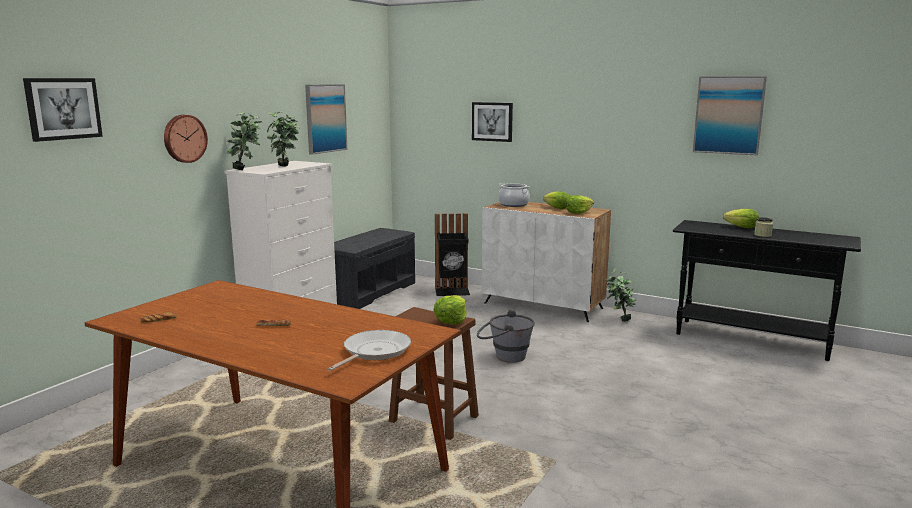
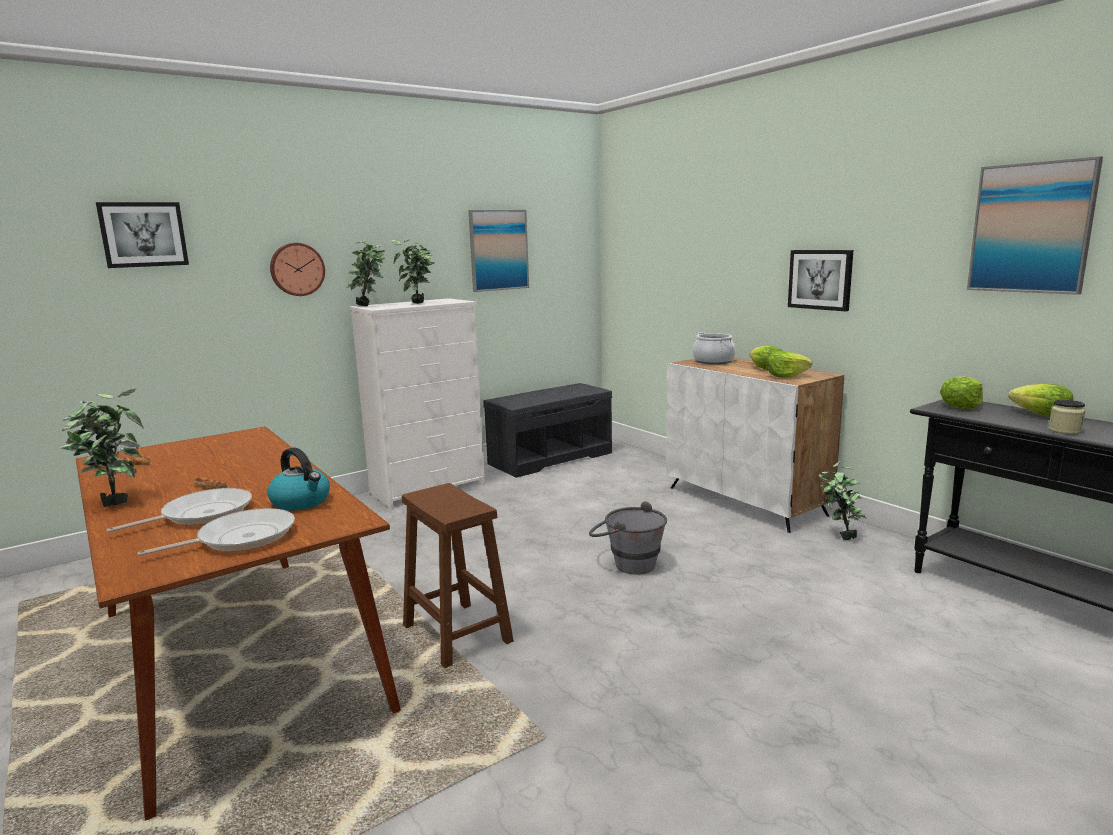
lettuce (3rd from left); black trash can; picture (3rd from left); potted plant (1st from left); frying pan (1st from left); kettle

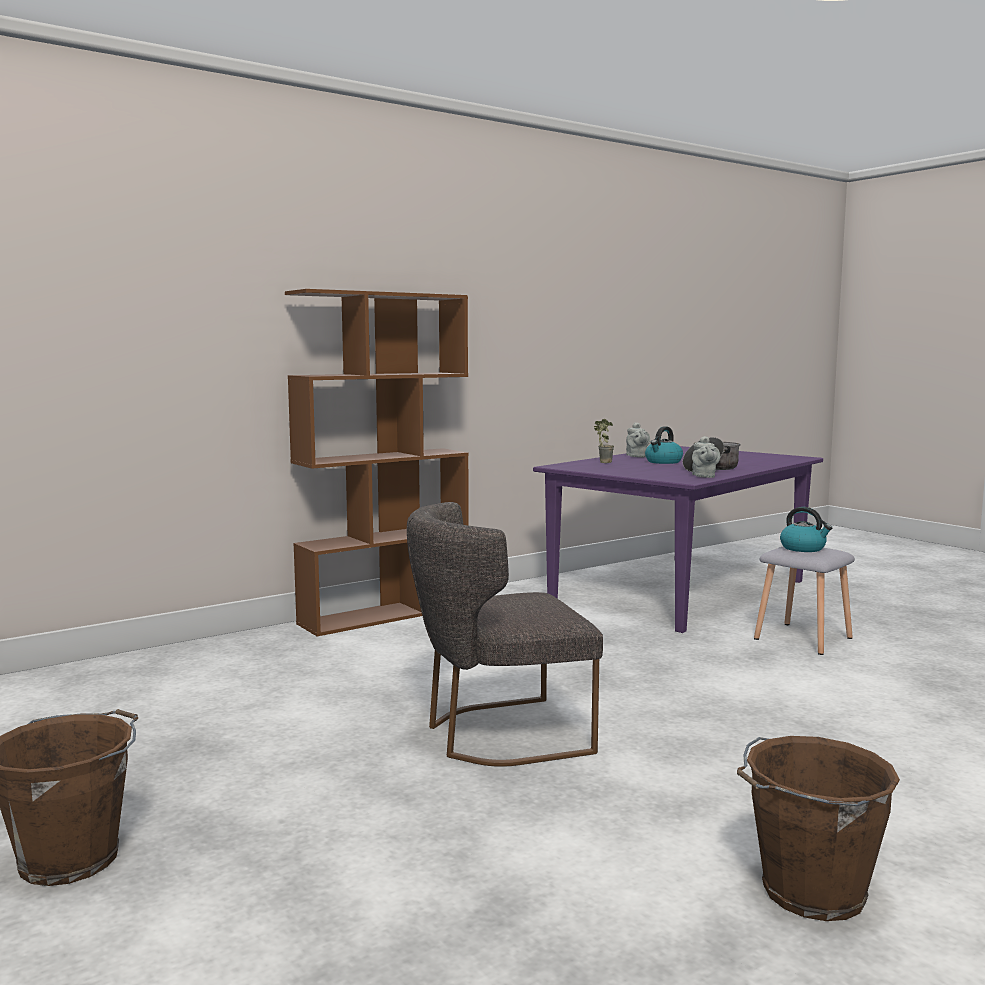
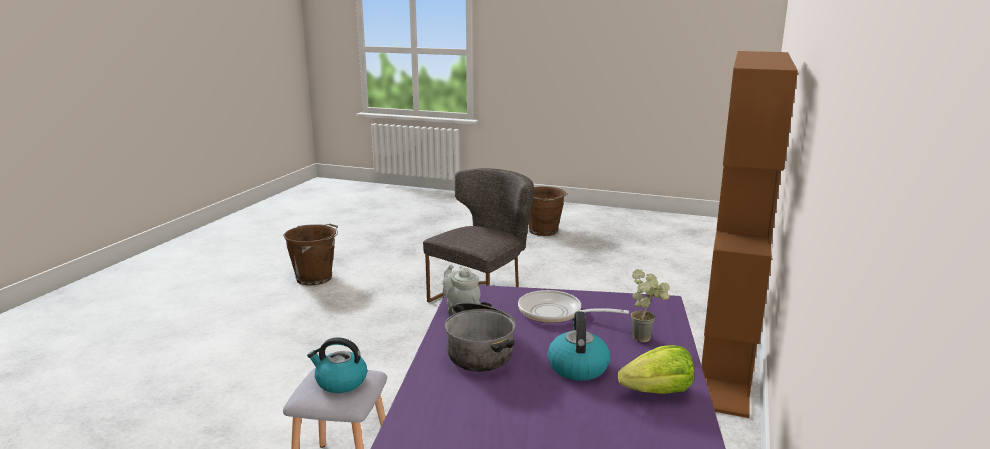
lettuce; frying pan

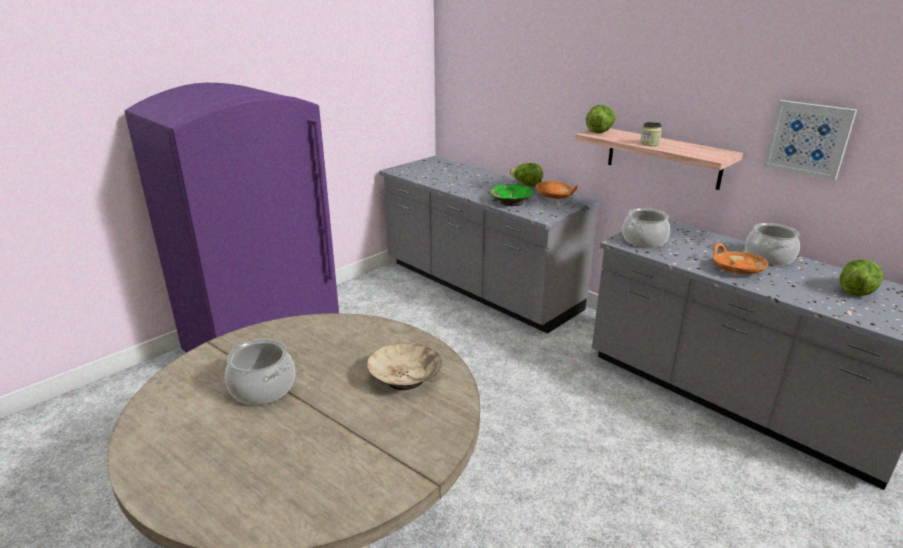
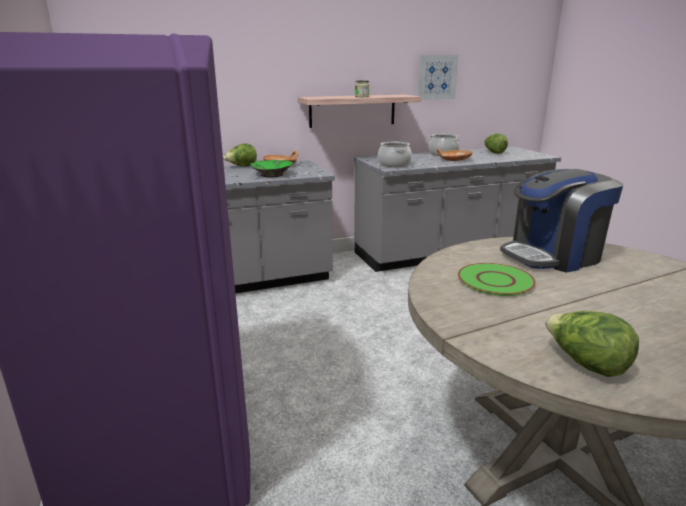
cooking pot (1st from left in the first image); coffee machine; lettuce (3rd from left); green plate

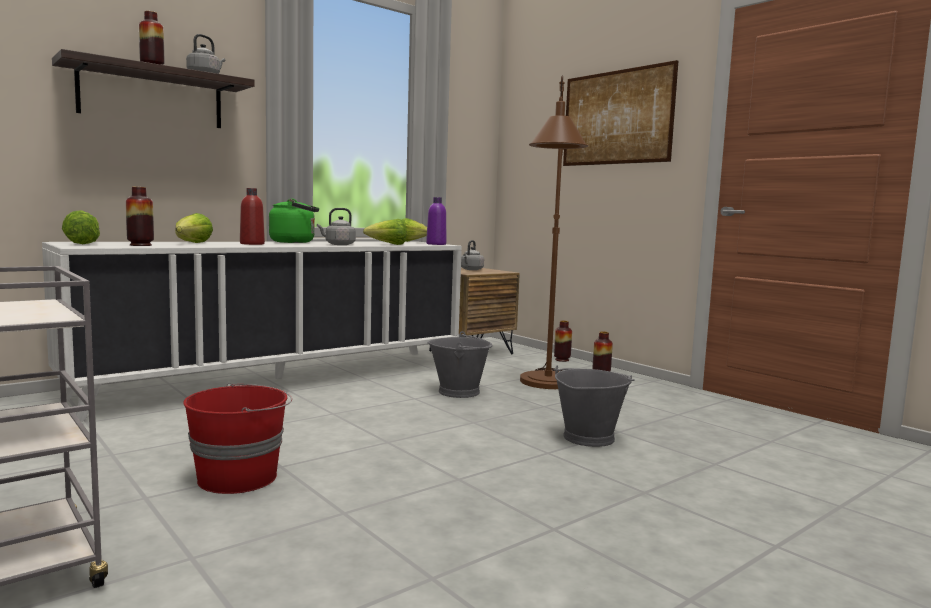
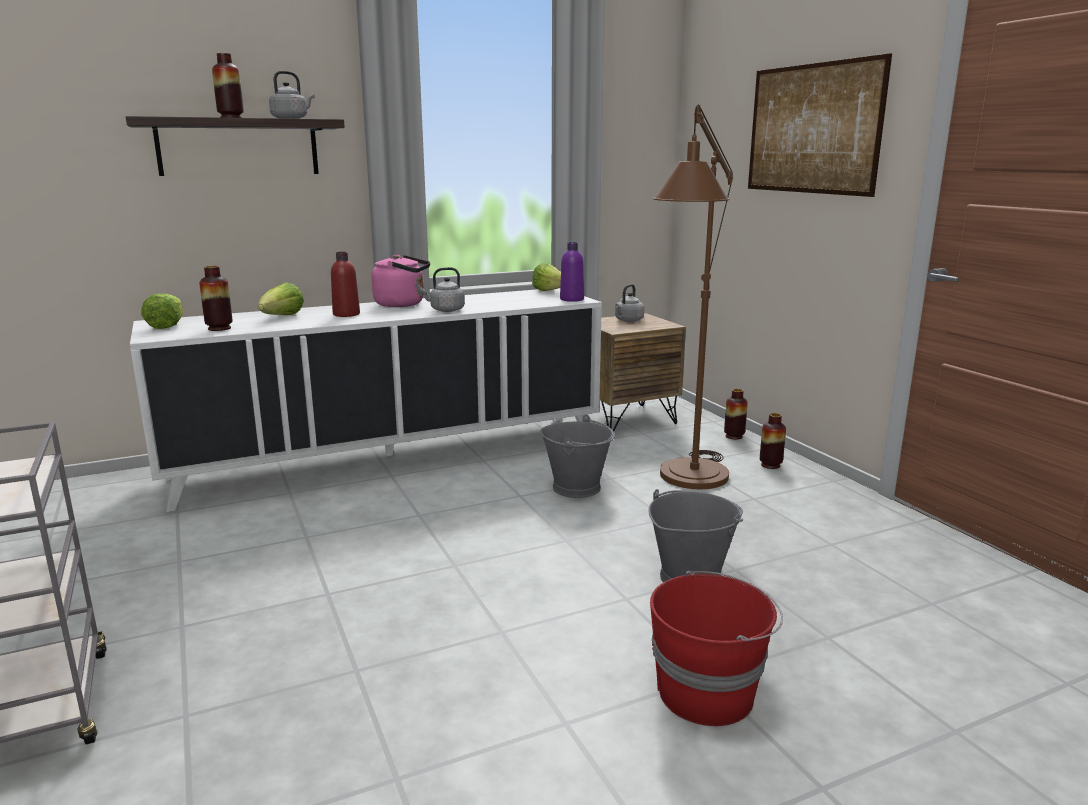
red bucket; pink kettle; lettuce (3rd from left in the first image)

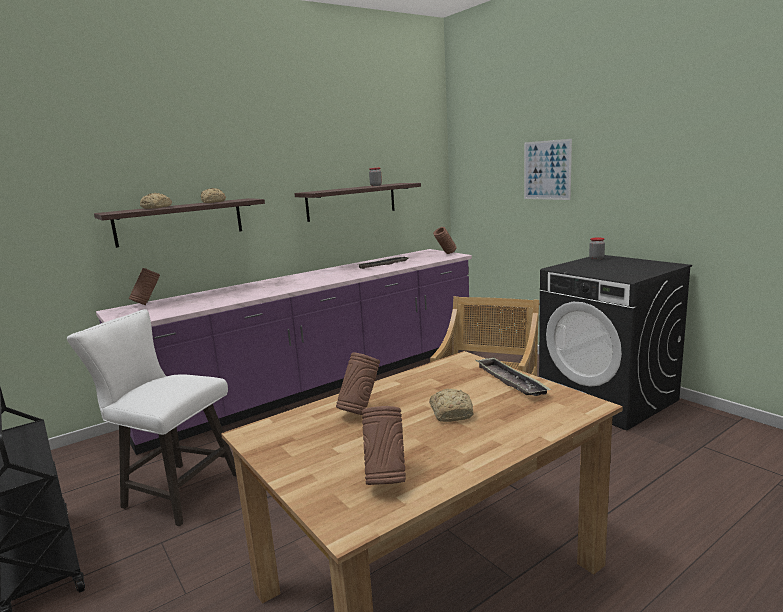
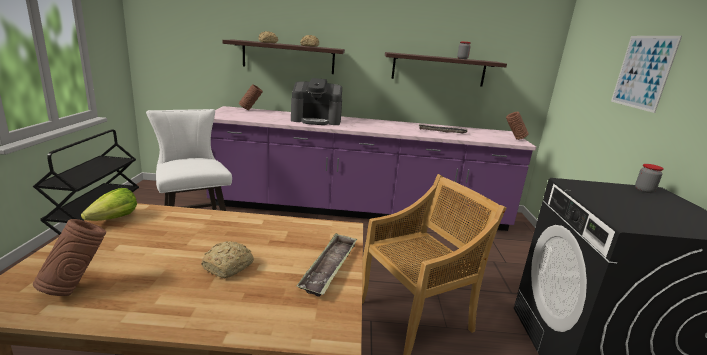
brown vase (2nd from left in the first image); lettuce; coffee machine

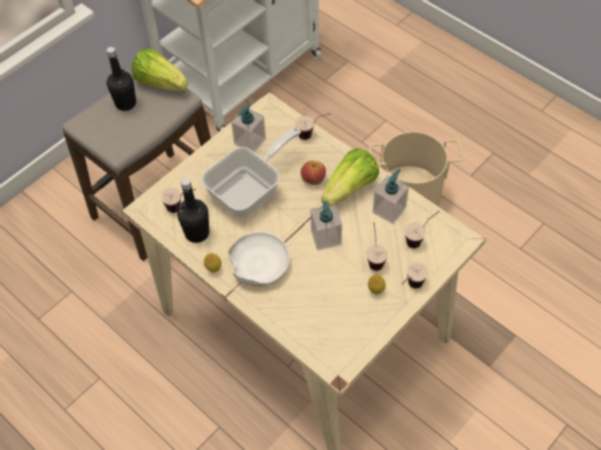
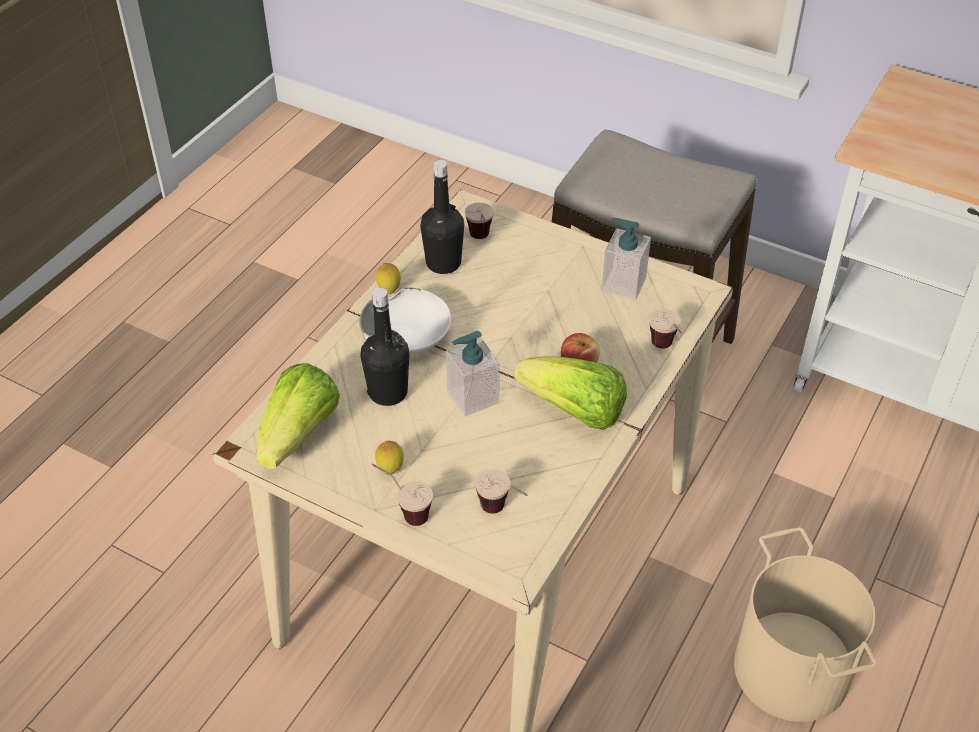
black bottle (1st from left); lettuce (1st from left); frying pan; cup (3rd from left in the first image); soap dispenser (3rd from left in the first image)

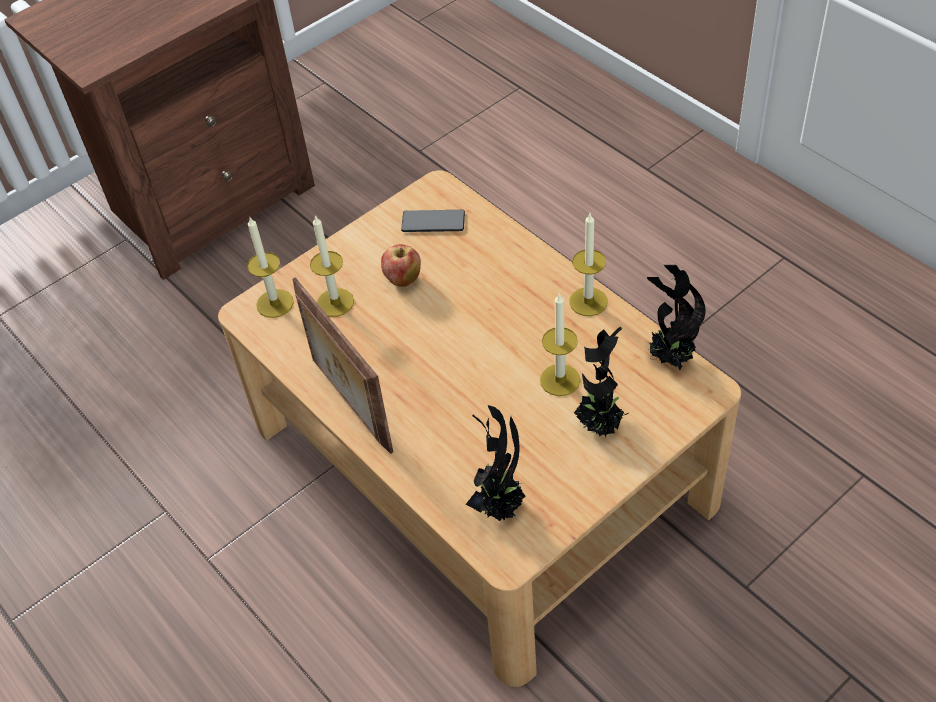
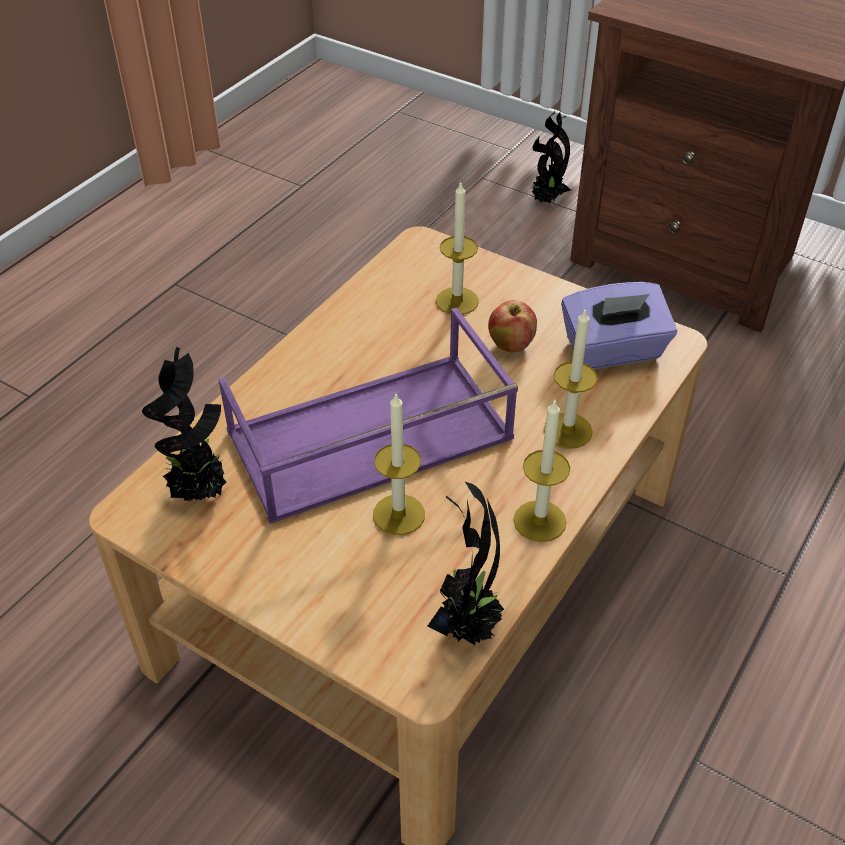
candle (4th from left); picture frame; purple tissue box; potted plant (3rd from left); purple tray

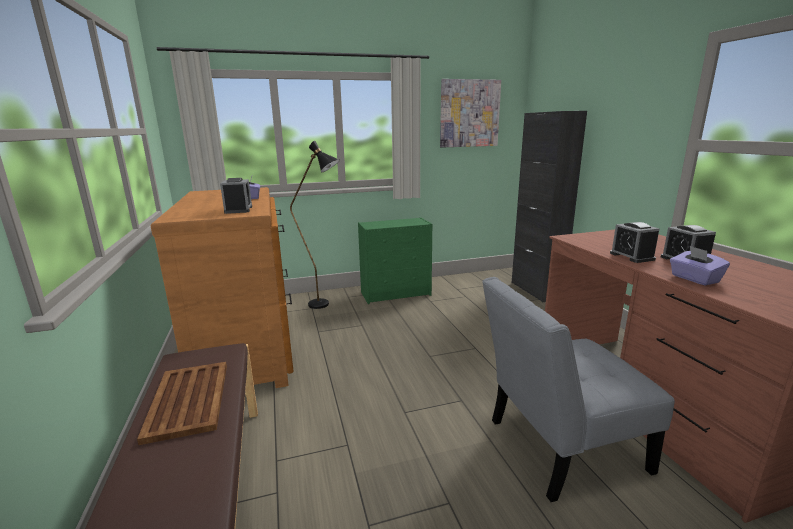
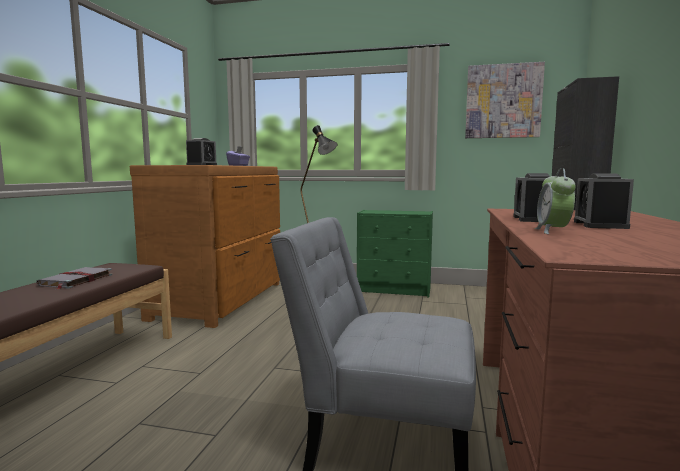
grey book; alarm clock (3rd from left)

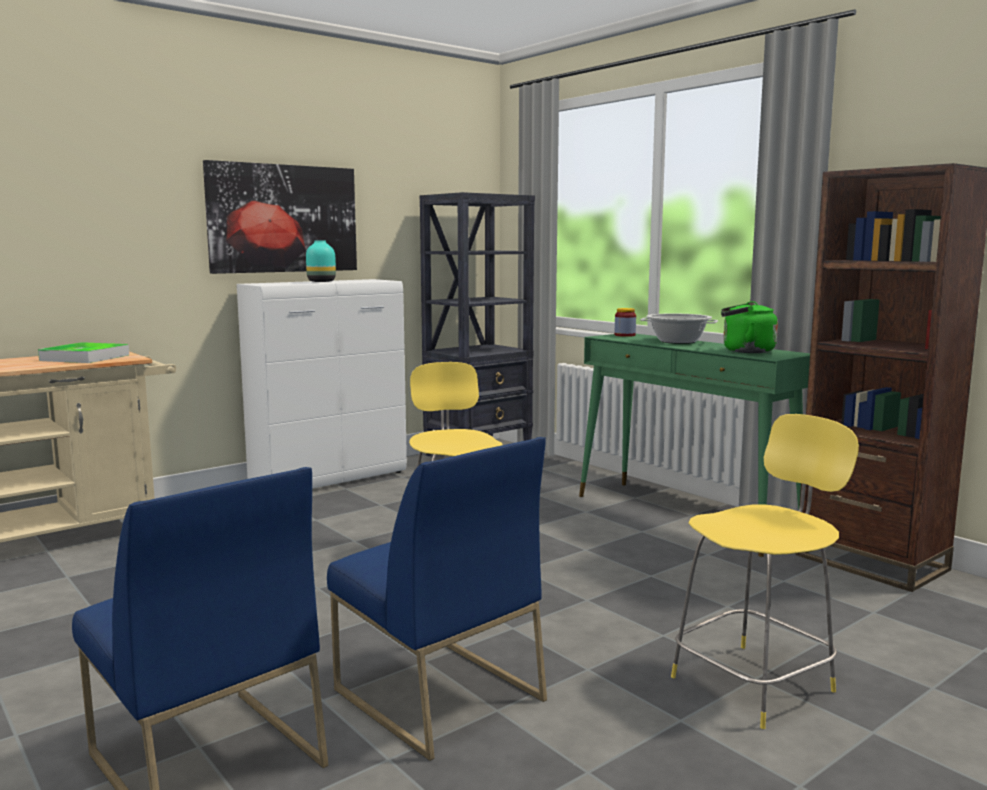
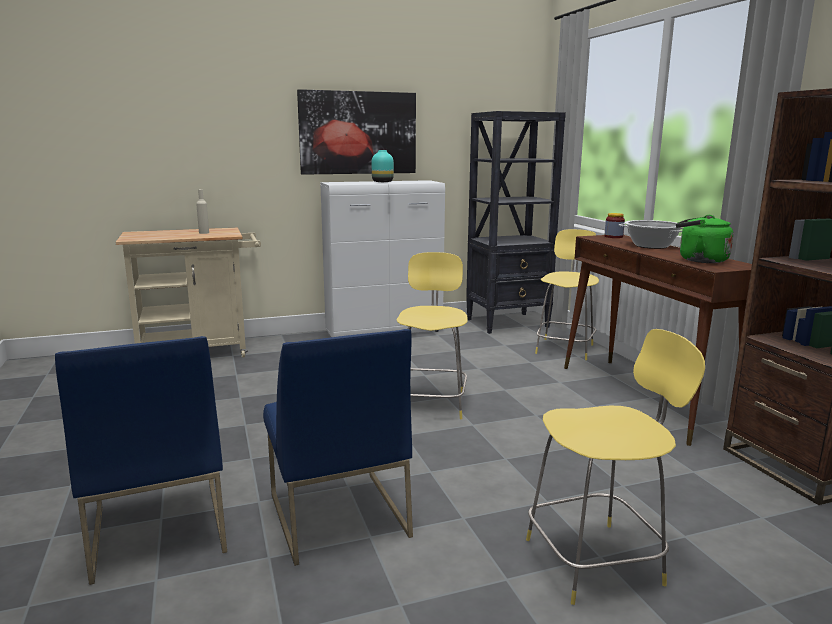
beige bottle; brown console table; yellow stool (2nd from left)

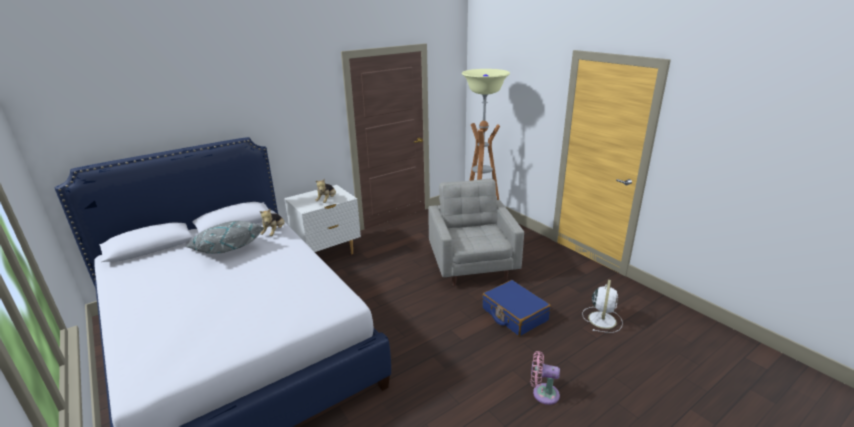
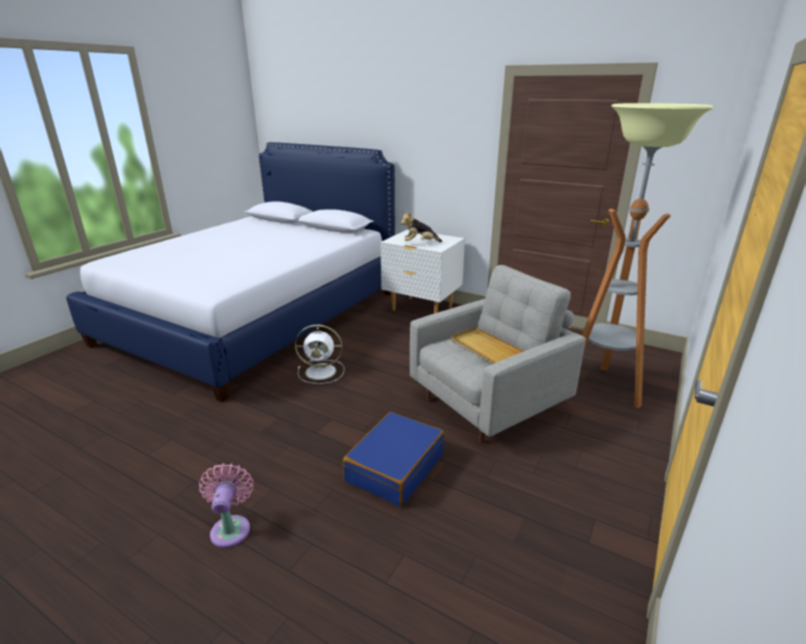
grey pillow; plush toy (1st from left in the first image); white fan; beige tray

